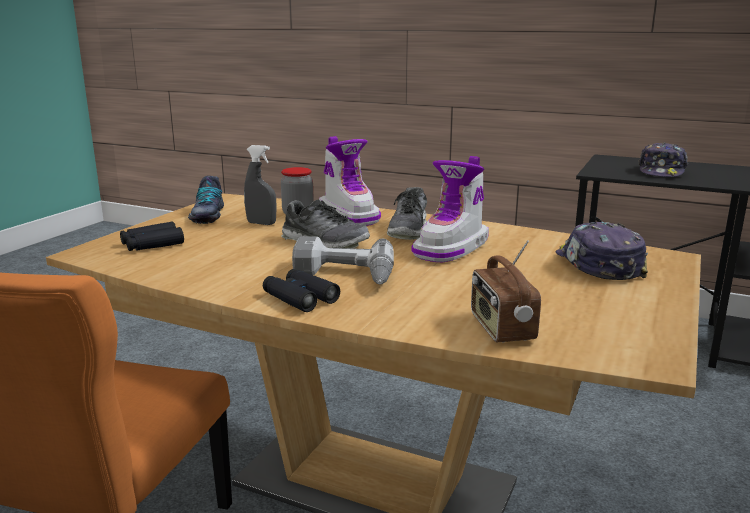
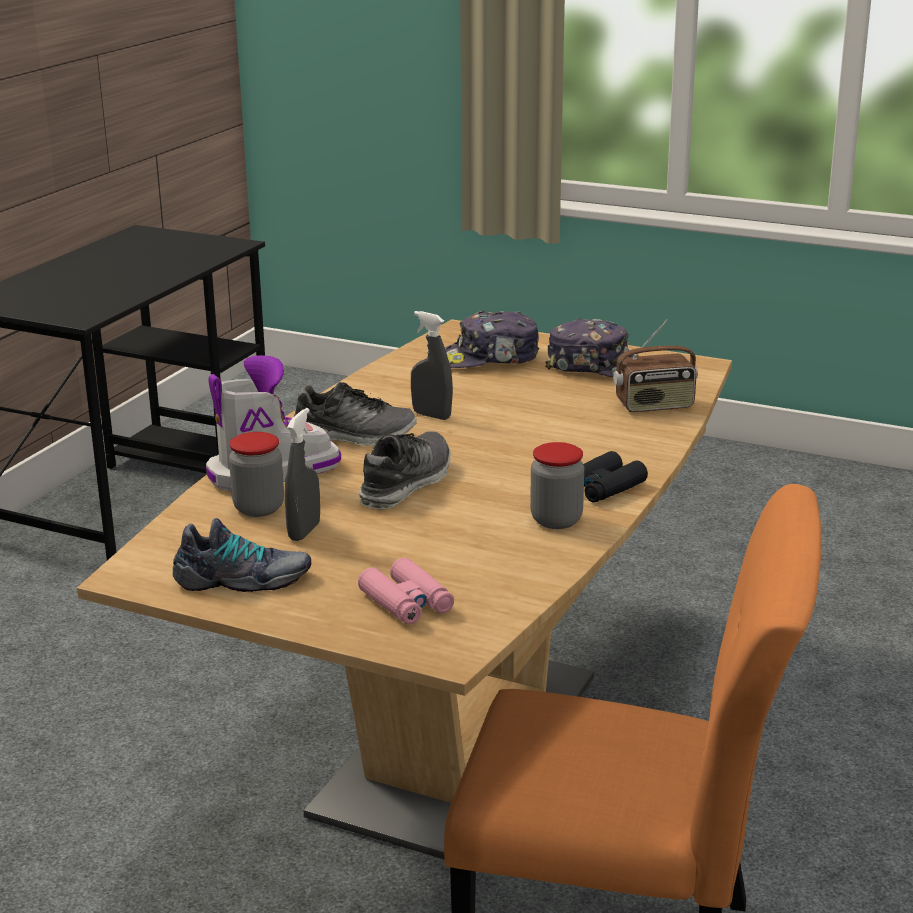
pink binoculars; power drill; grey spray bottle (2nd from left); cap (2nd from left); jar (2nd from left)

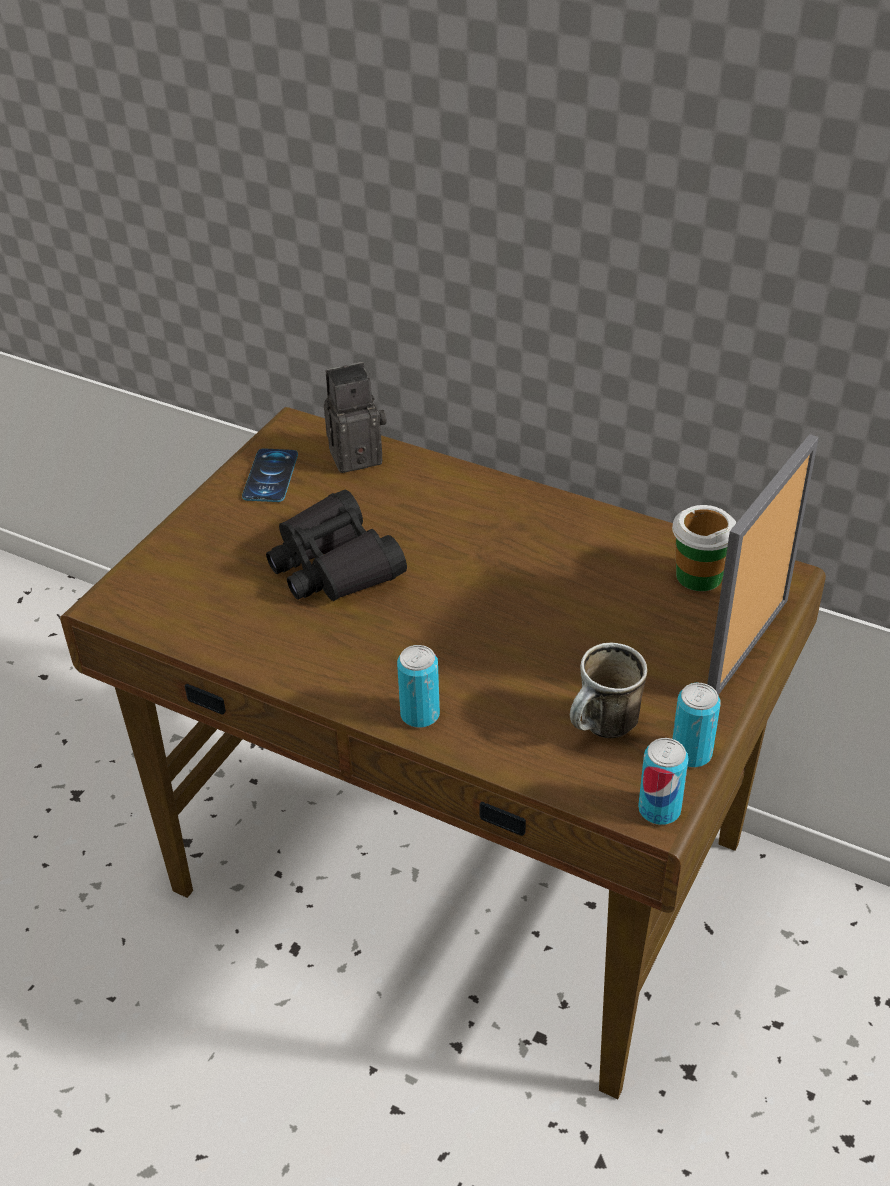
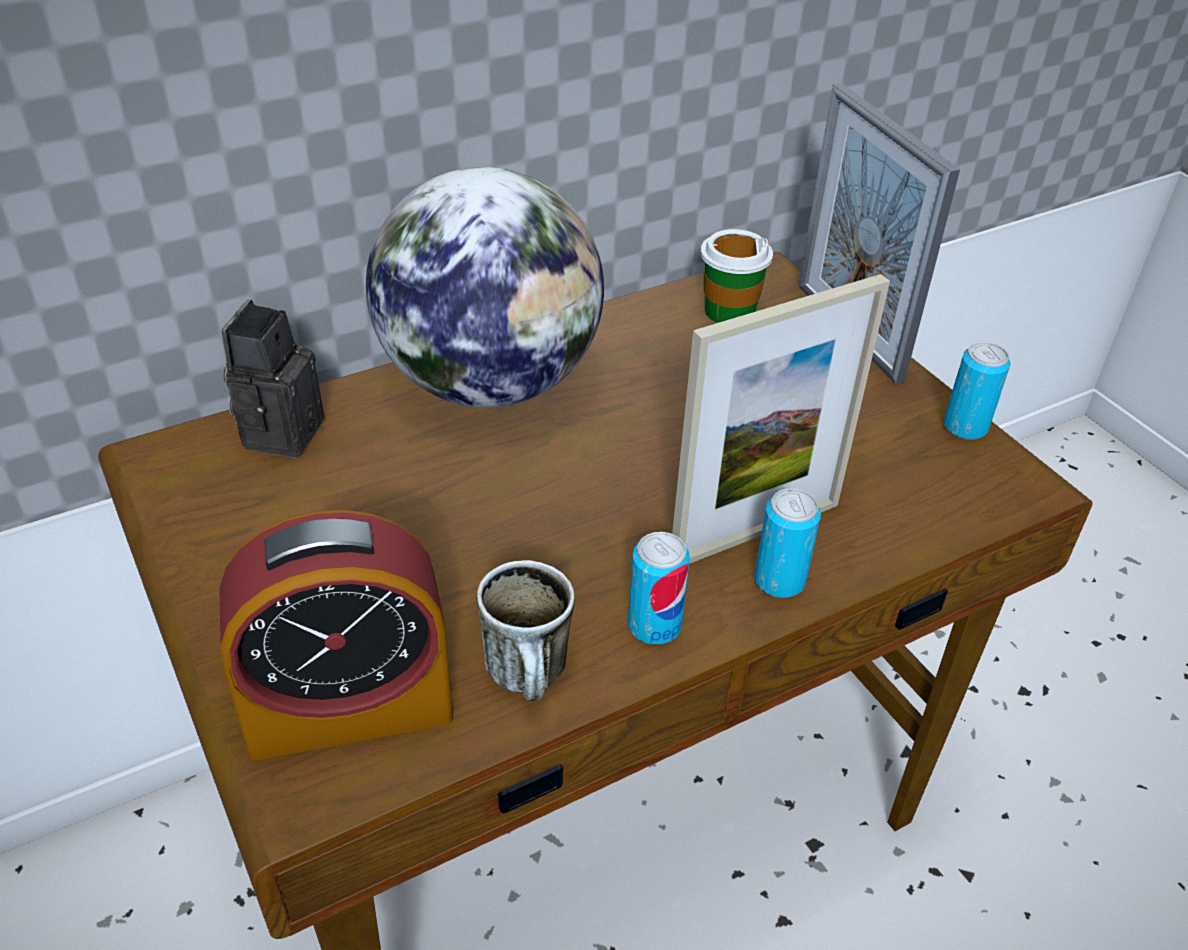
phone; black binoculars; mug; can (1st from left); alarm clock; globe; picture frame (1st from left)

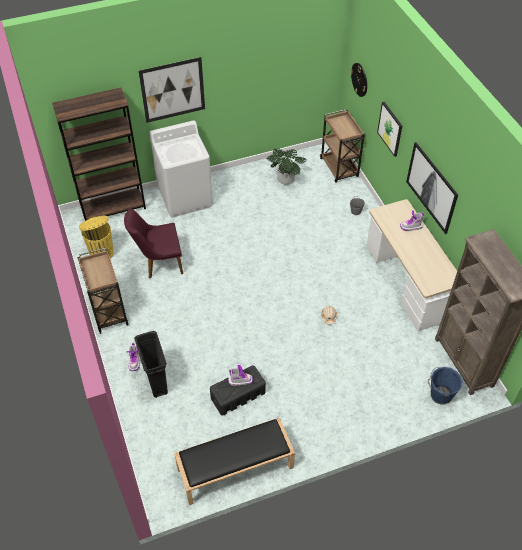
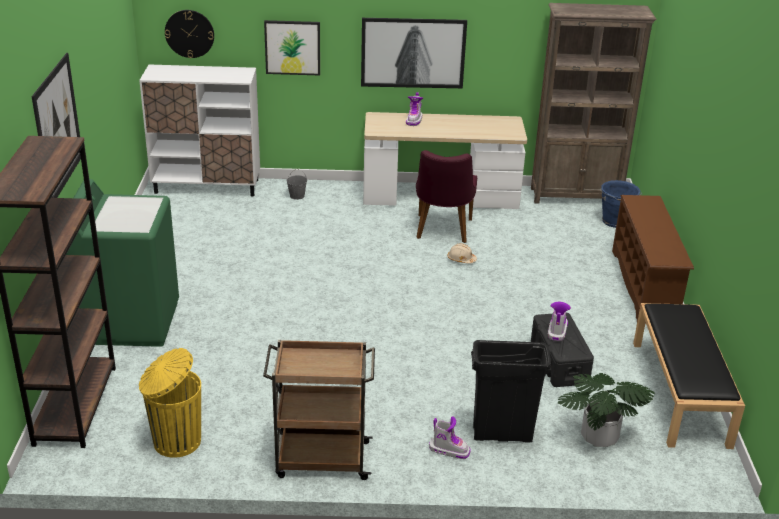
purple chair; green washing machine; potted plant; white cabinet; brown shoe rack

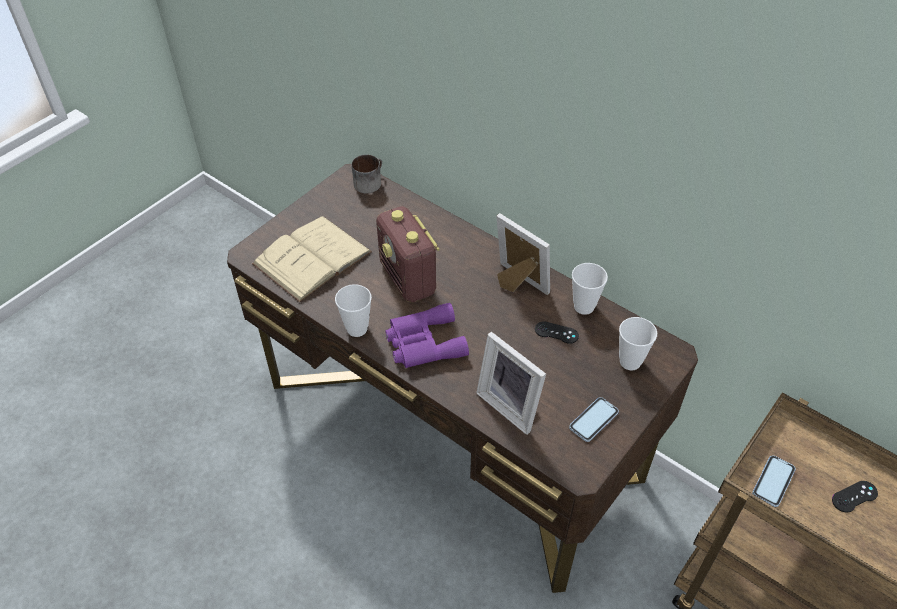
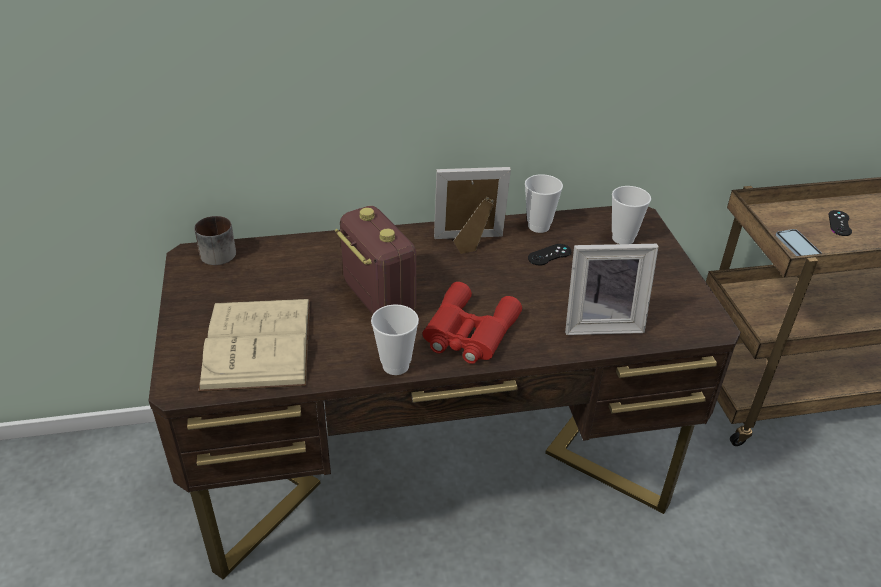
radio; red binoculars; phone (1st from left in the first image)

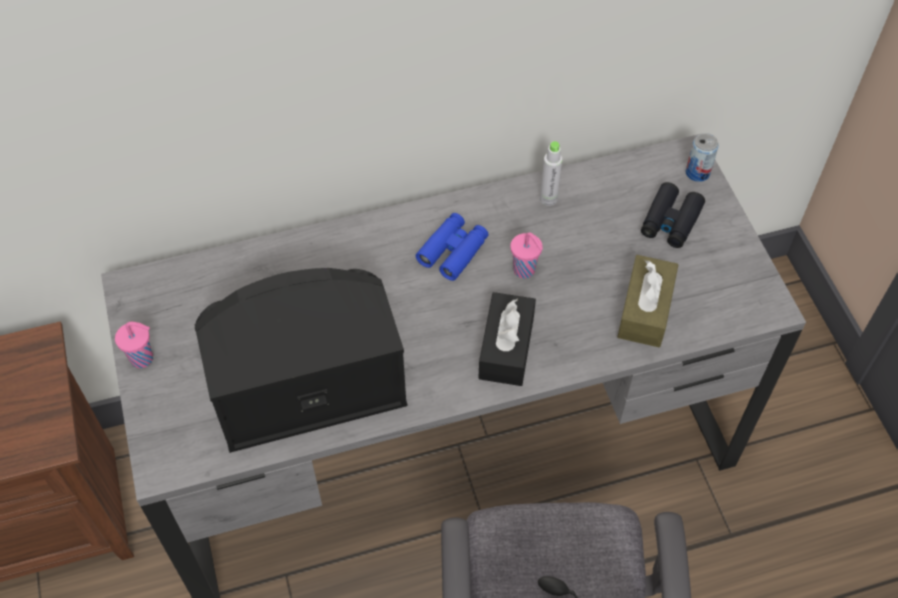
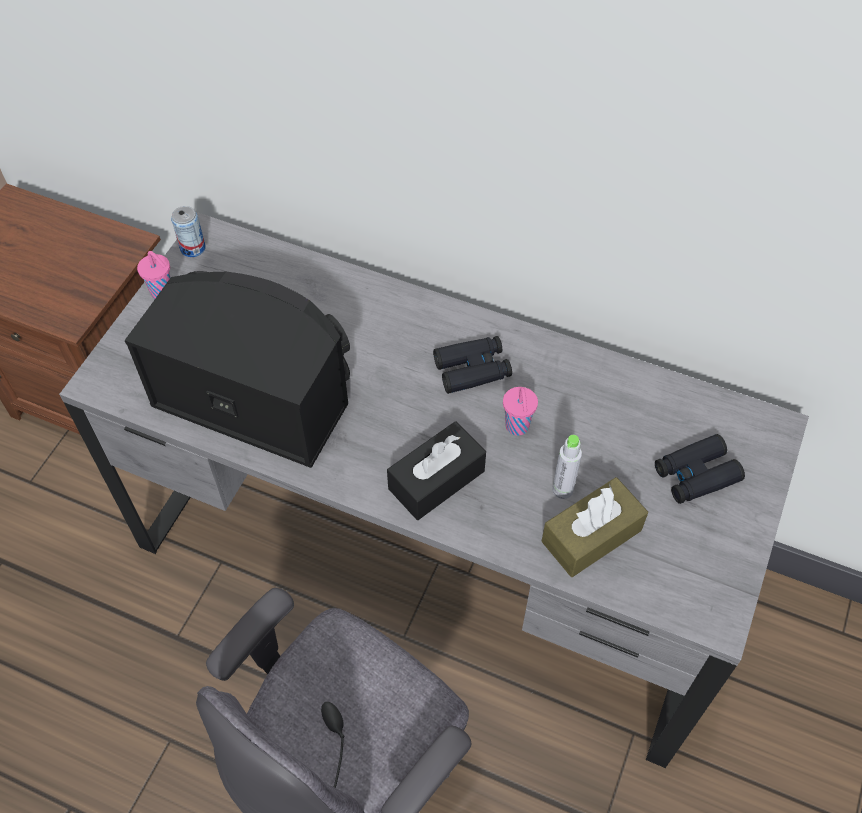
black binoculars (1st from left); grey bottle; can

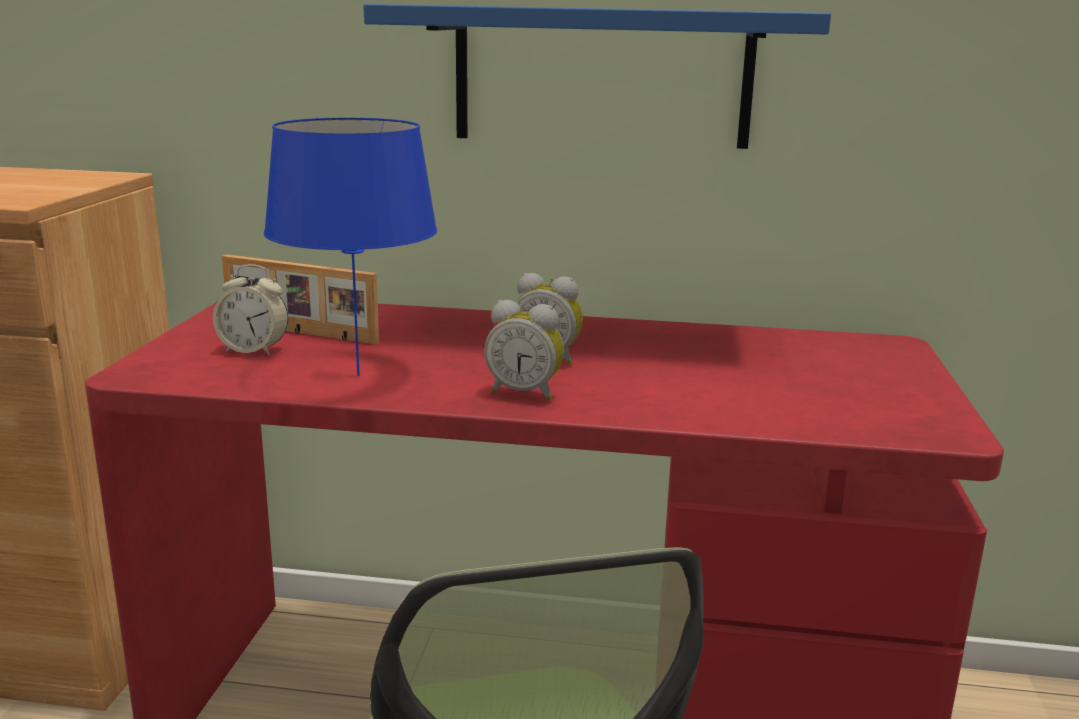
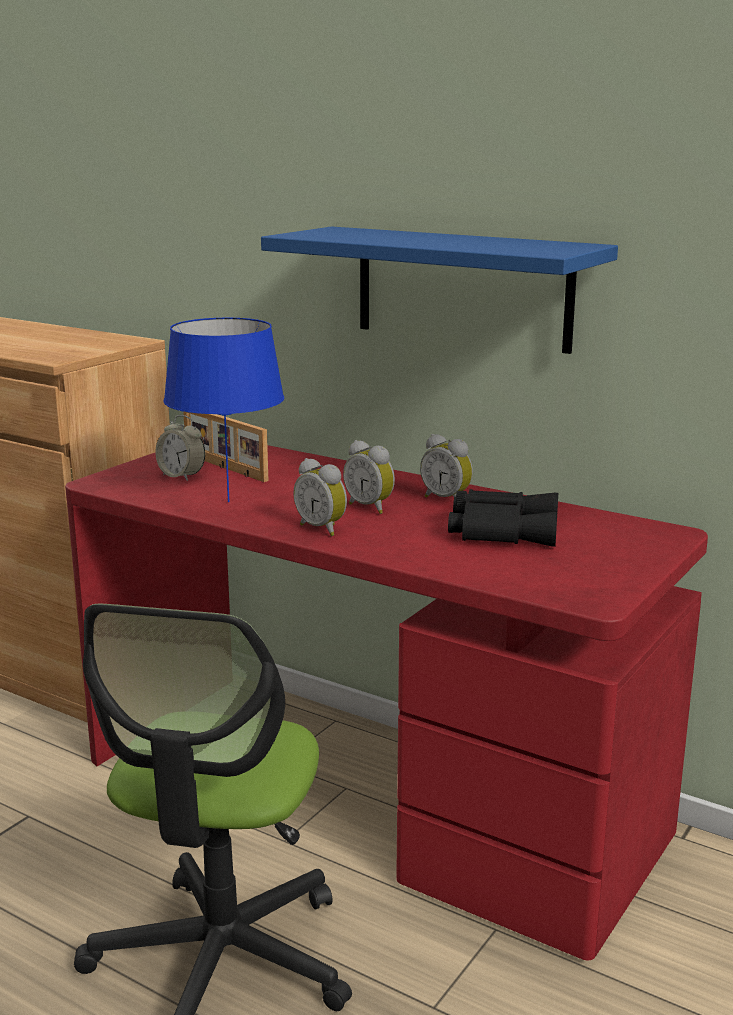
alarm clock (4th from left); black binoculars

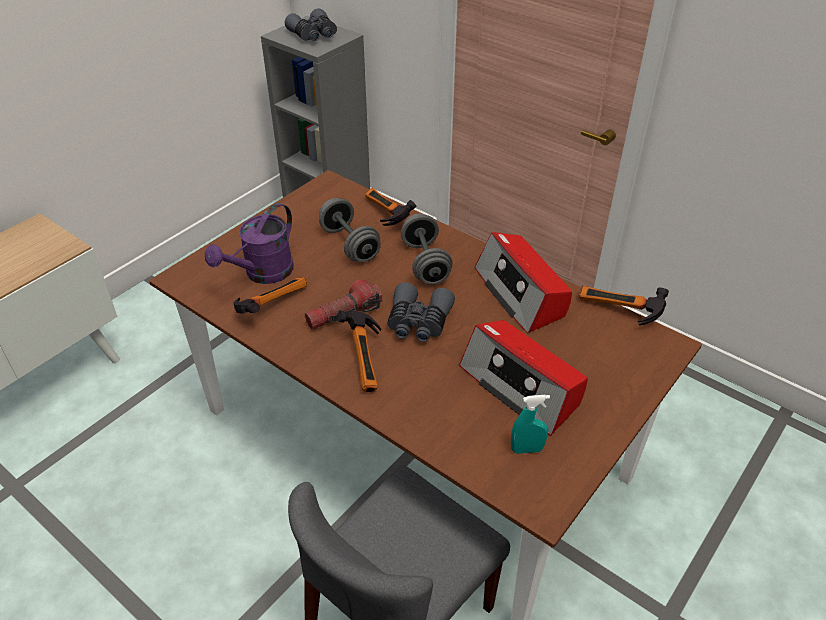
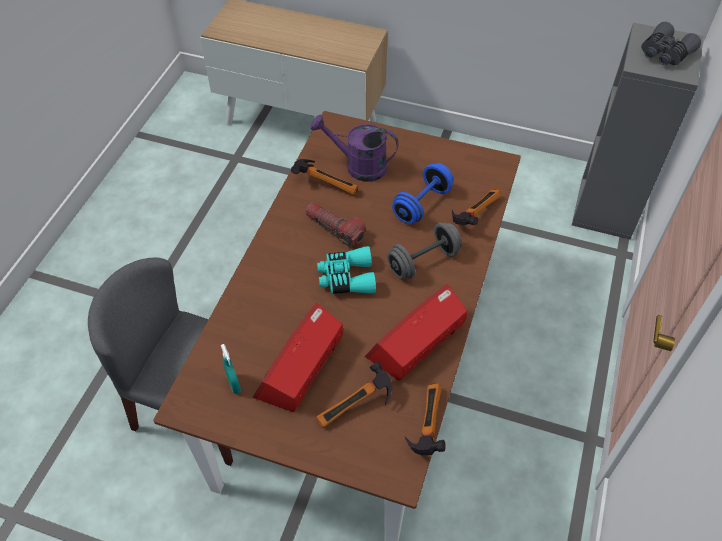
blue dumbbell; hammer (2nd from left); turquoise binoculars

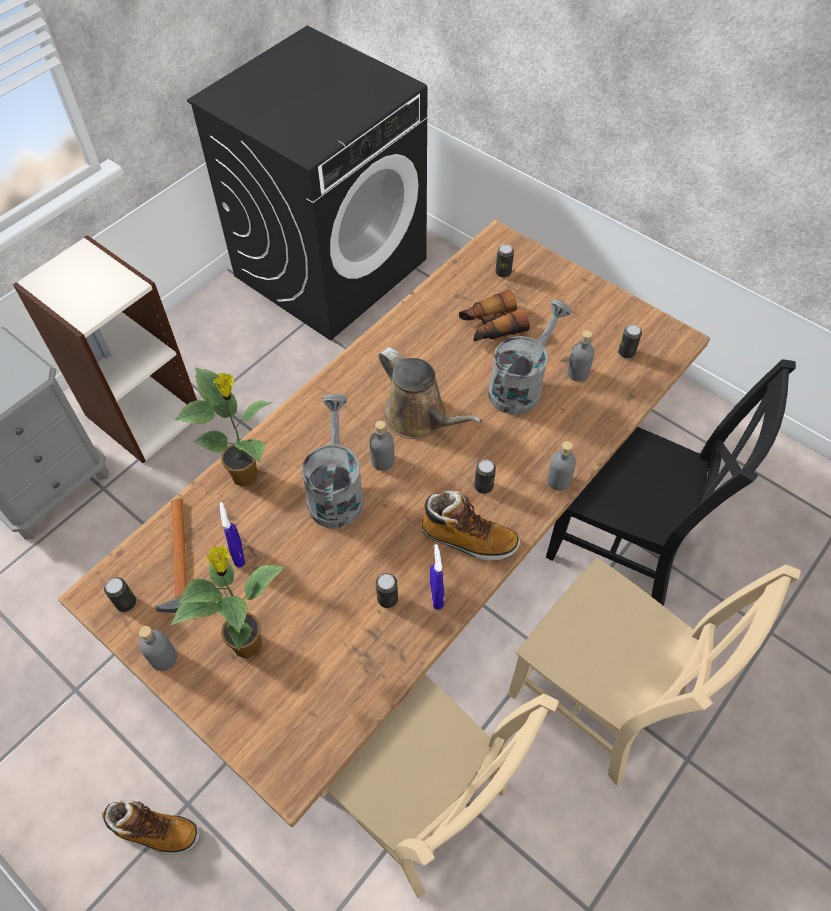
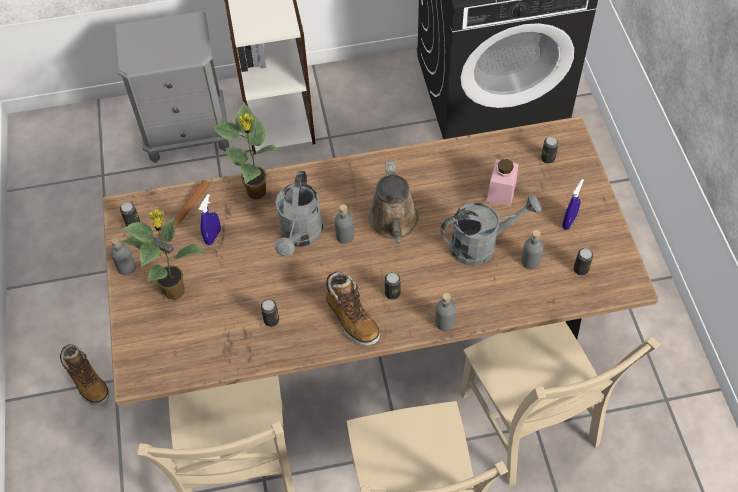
grey watering can (1st from left); blue spray bottle (2nd from left); pink jar; beige chair (3rd from left)

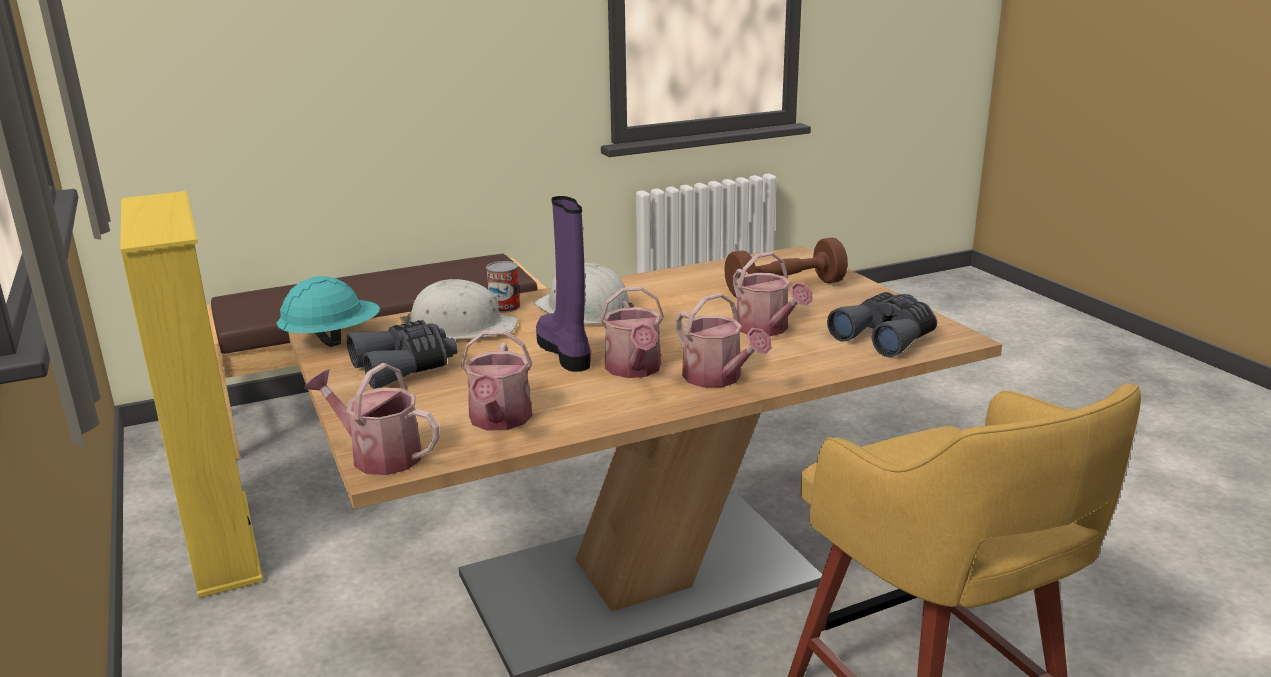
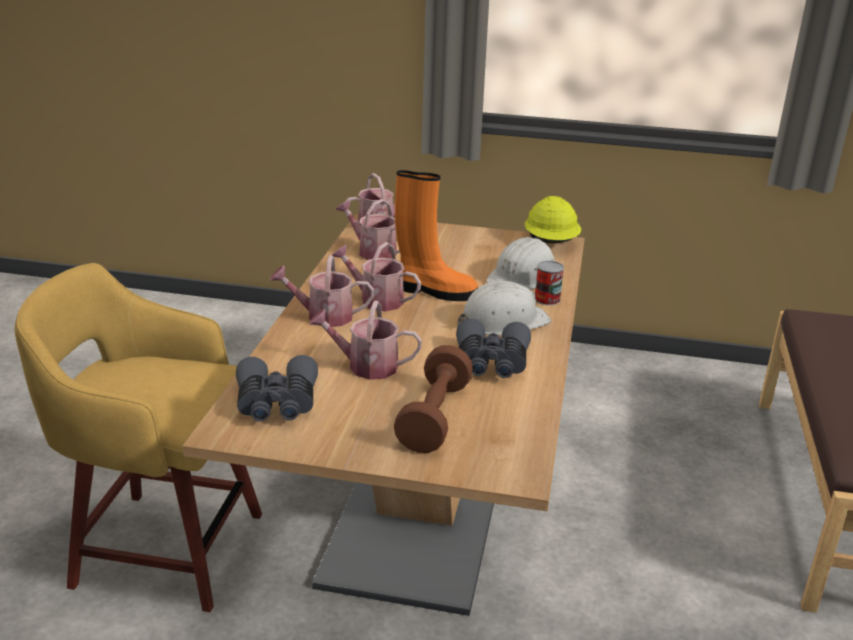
yellow bookcase; yellow hard hat; grey binoculars (2nd from left); orange boot

